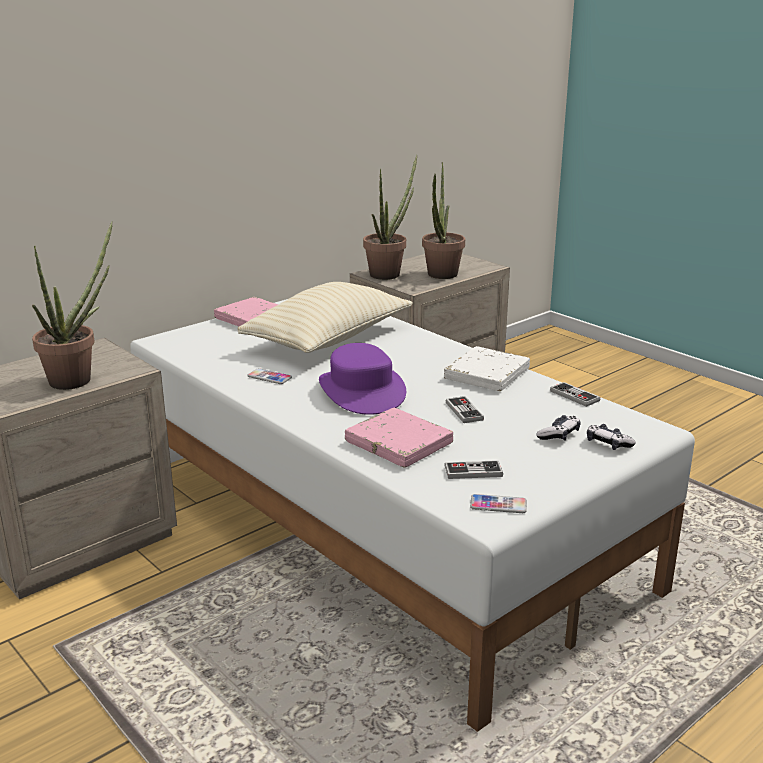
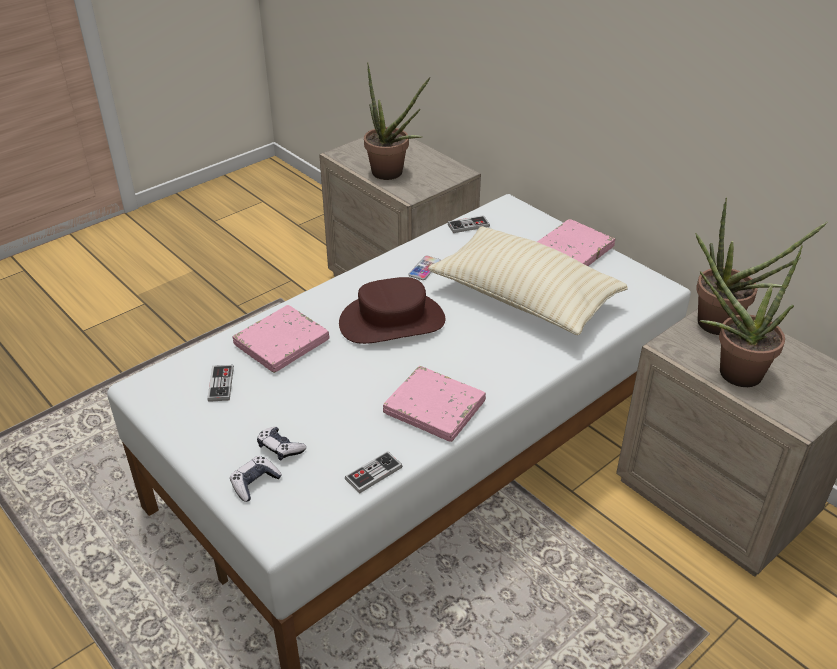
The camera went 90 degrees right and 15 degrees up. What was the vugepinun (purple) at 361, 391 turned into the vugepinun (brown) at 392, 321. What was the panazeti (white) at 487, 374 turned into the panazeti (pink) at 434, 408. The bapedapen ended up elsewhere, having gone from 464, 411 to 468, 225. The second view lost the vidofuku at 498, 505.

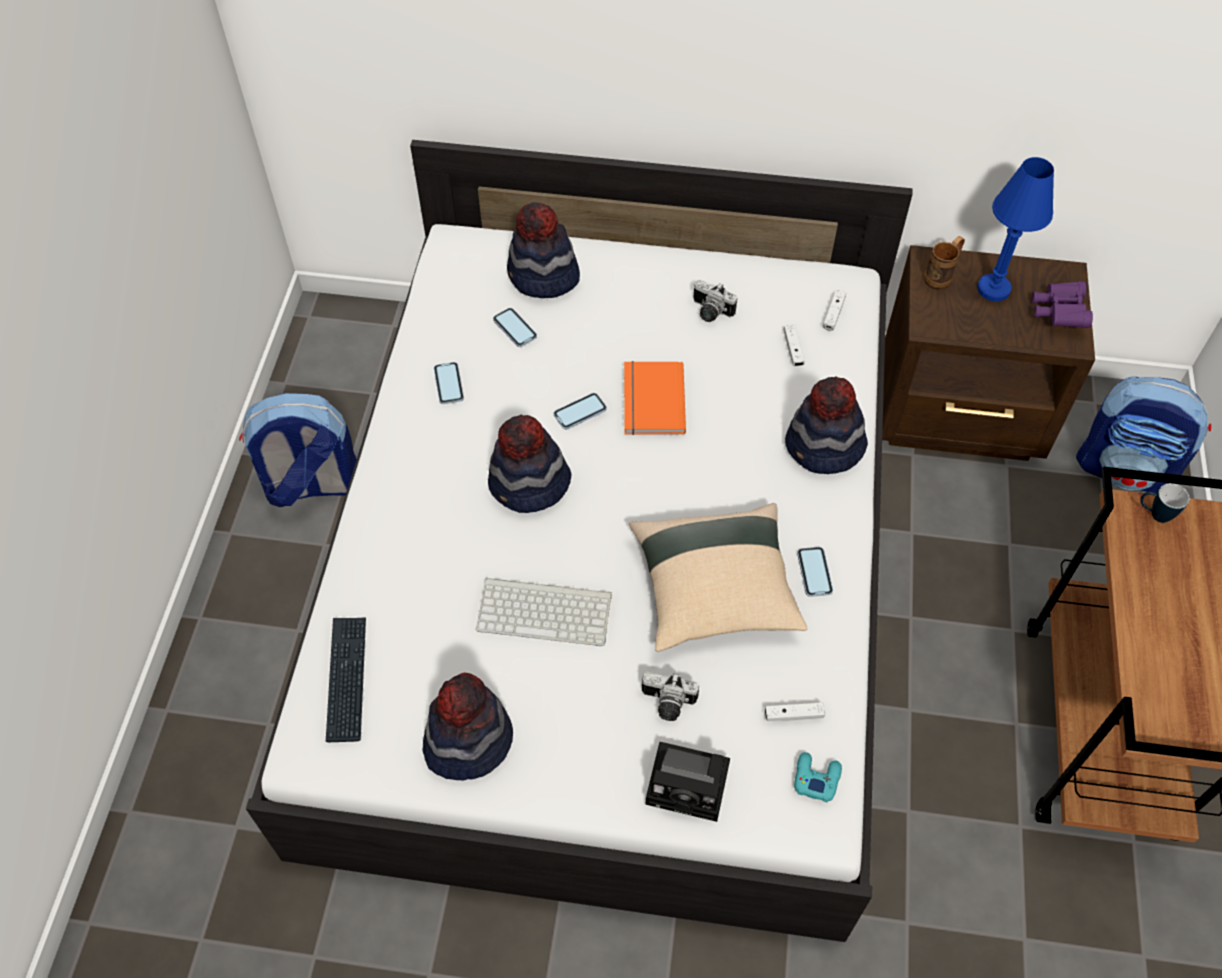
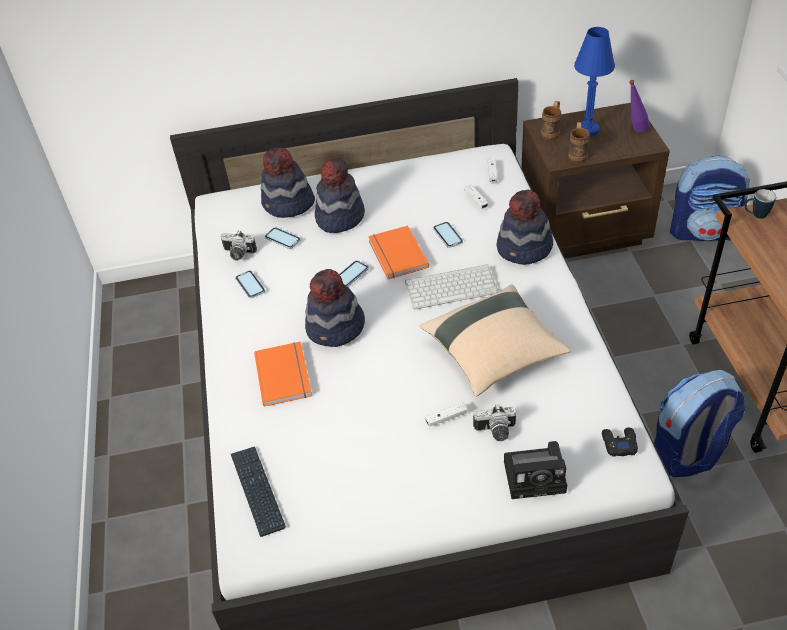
The camera went 15 degrees left and 10 degrees down. The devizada ended up elsewhere, having gone from 710, 312 to 238, 254. The second view gained the panazeti (orange) at 285, 375. The vugepinun ended up elsewhere, having gone from 468, 741 to 339, 217. The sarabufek ended up elsewhere, having gone from 546, 610 to 452, 286. The bapedapen (white) ended up elsewhere, having gone from 793, 715 to 446, 418. The vidofuku ended up elsewhere, having gone from 814, 572 to 448, 235. The second view gained the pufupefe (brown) at 577, 154. What was the bapedapen (turquoise) at 816, 778 turned into the bapedapen (black) at 618, 443. Where the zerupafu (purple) stood at 1058, 313, the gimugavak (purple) came to stand at 634, 132. The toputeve ended up elsewhere, having gone from 311, 485 to 688, 454.

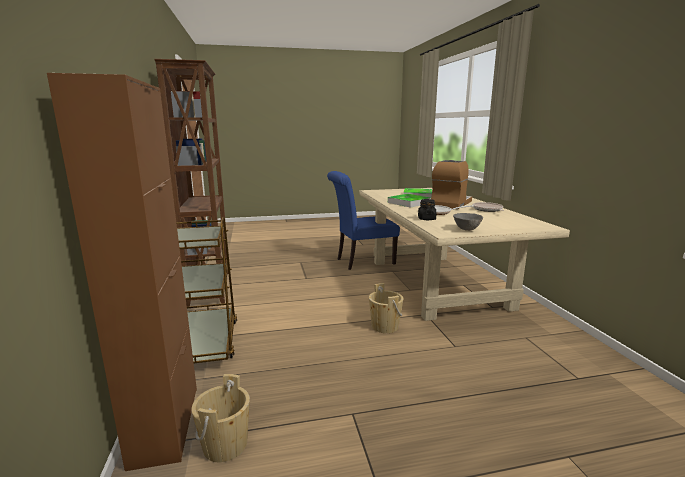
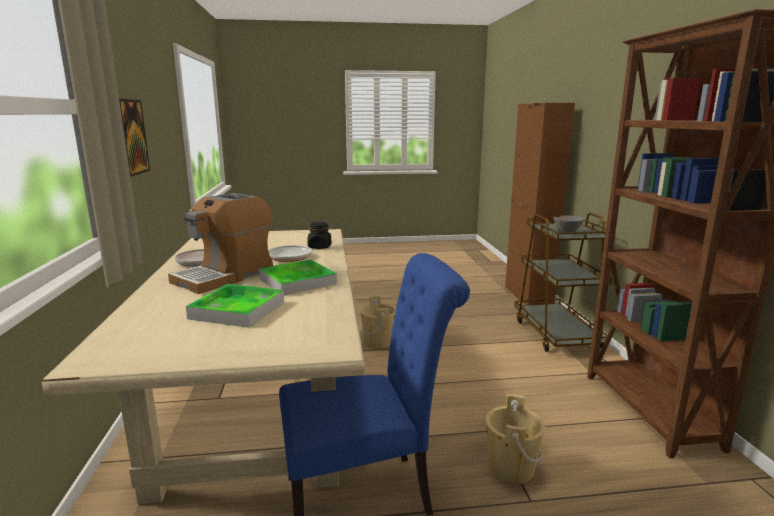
The camera went 175 degrees left and 0 degrees up. The second view gained the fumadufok at 130, 137. The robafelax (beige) ended up elsewhere, having gone from 225, 445 to 511, 468. The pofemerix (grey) ended up elsewhere, having gone from 467, 230 to 567, 232.

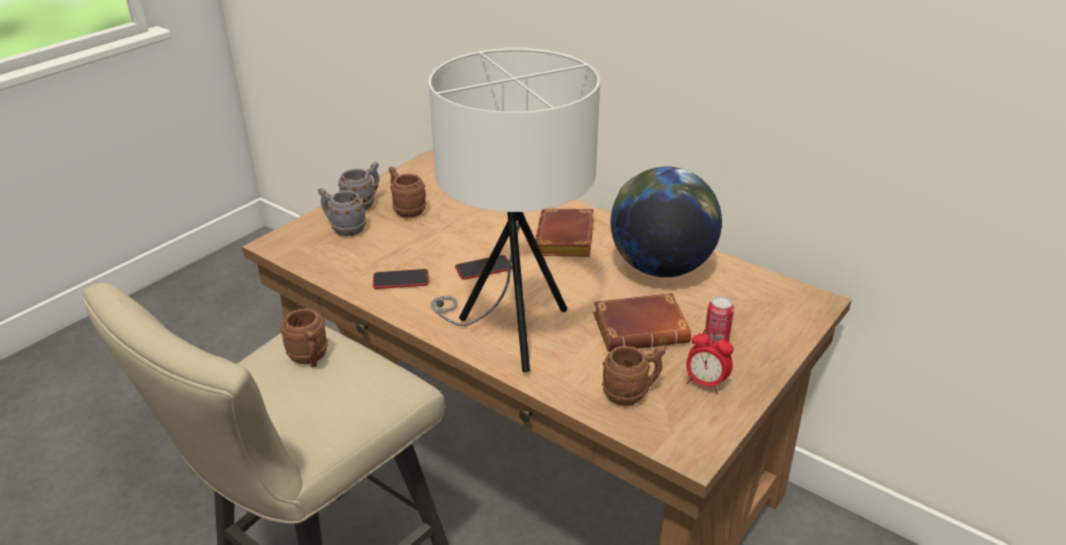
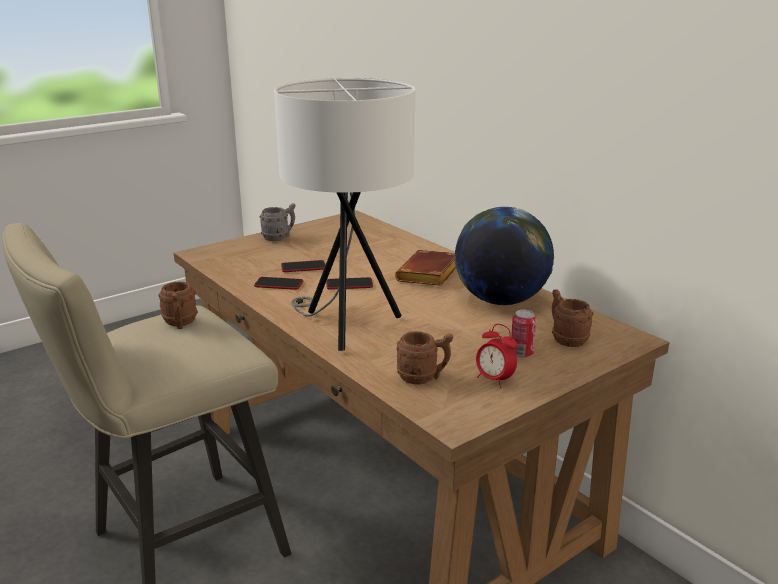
The camera went 15 degrees right and 10 degrees down. The second view gained the vidofuku at 303, 267. The pufupefe (brown) ended up elsewhere, having gone from 406, 210 to 565, 338. The second view lost the pufupefe (grey) at 344, 229. The second view lost the panazeti (brown) at 642, 328.

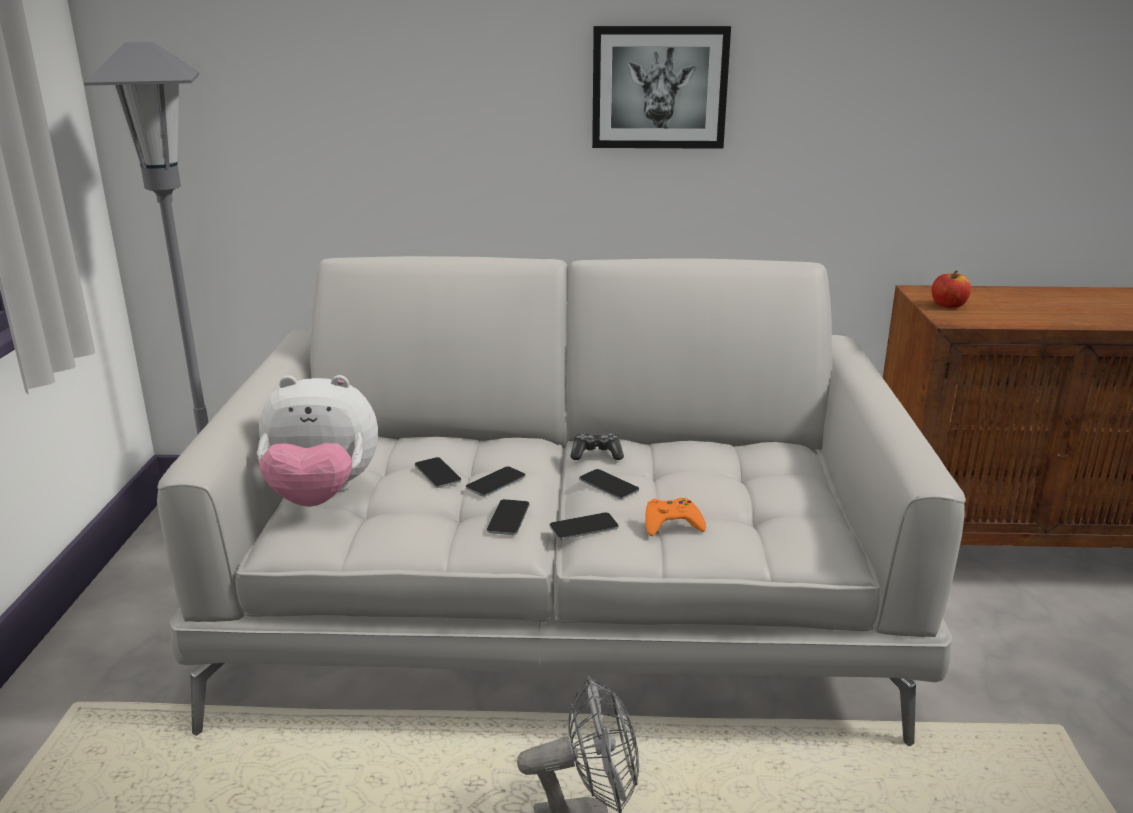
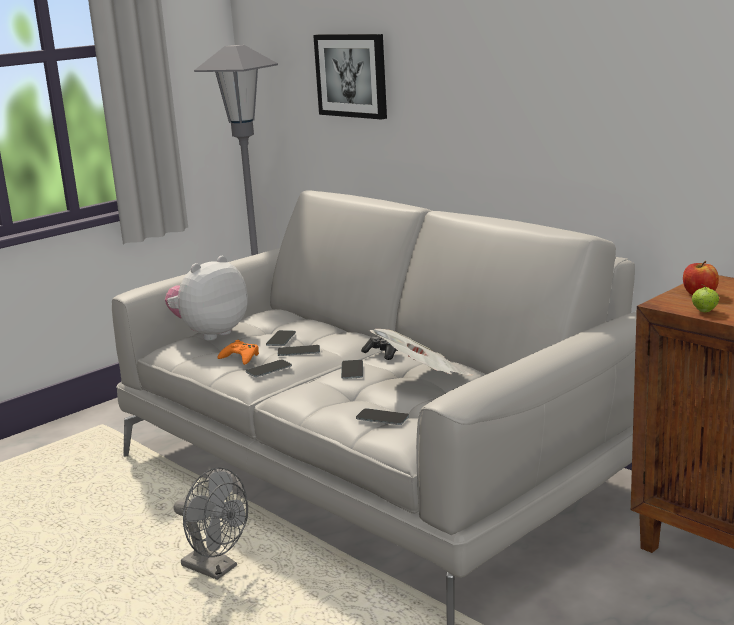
The camera went 45 degrees right and 5 degrees down. The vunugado at 321, 496 ended up facing another way, 90 degrees clockwise from before. The bapedapen (orange) ended up elsewhere, having gone from 672, 523 to 240, 357. The fumadufok ended up elsewhere, having gone from 659, 87 to 352, 75. The vidofuku ended up elsewhere, having gone from 584, 527 to 382, 417. The second view gained the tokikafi at 422, 377. The second view gained the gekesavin at 704, 311.

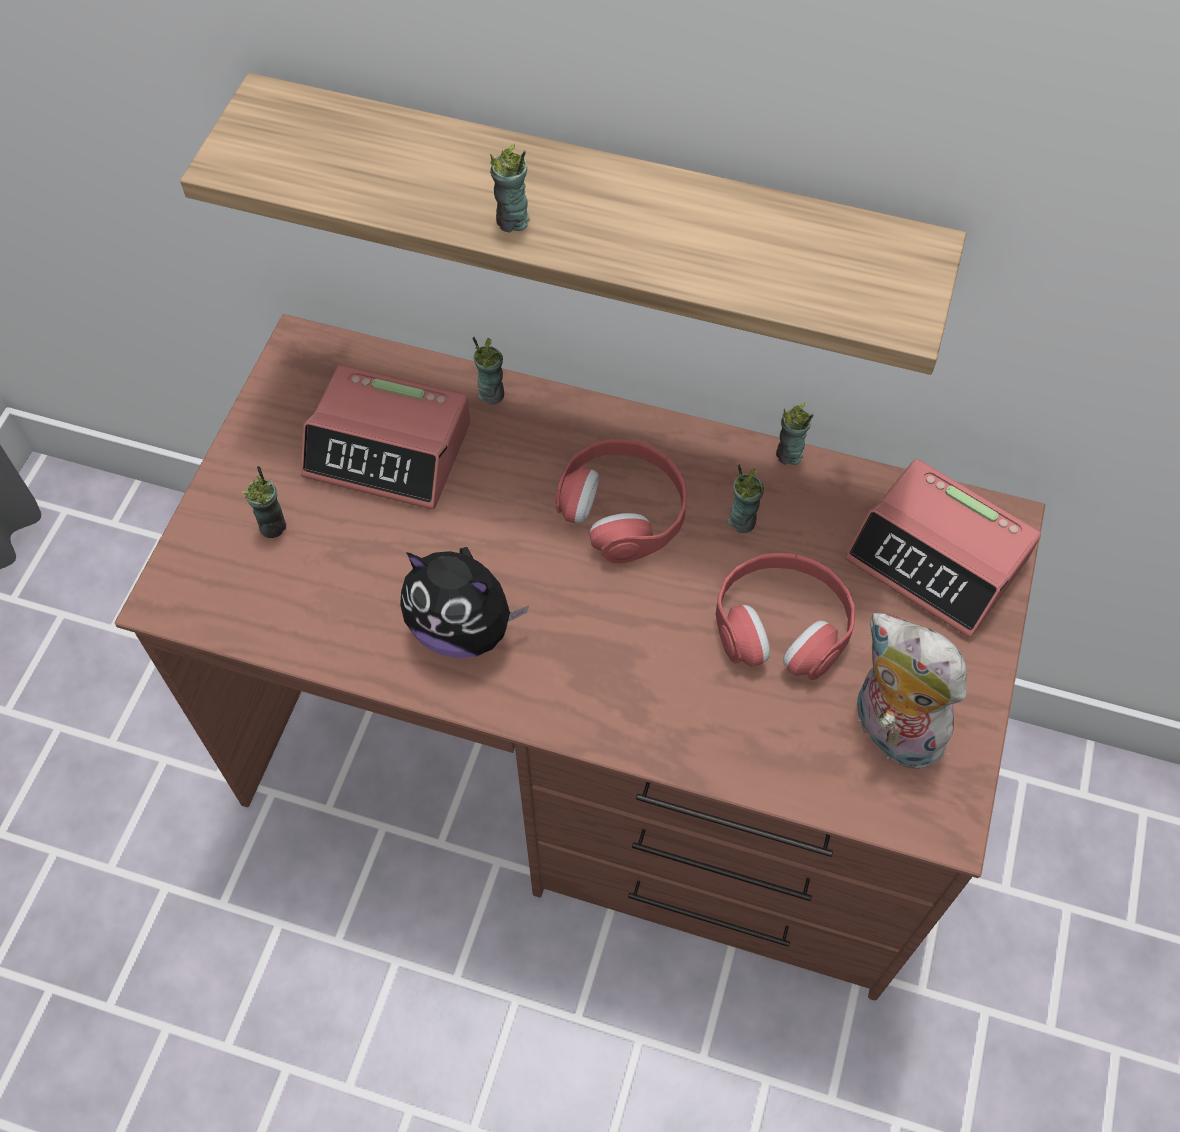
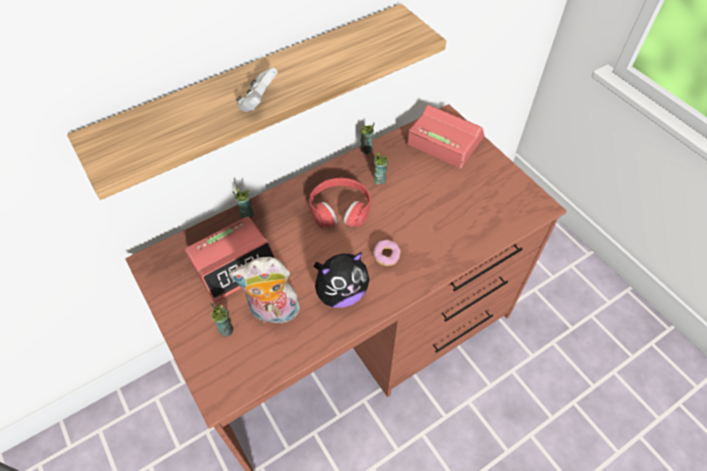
The camera went 50 degrees left and 5 degrees down. The vunugado ended up elsewhere, having gone from 890, 730 to 273, 313. Where the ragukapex stood at 512, 221, the bapedapen (white) came to stand at 258, 102. The second view gained the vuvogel at 386, 256. The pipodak at 938, 559 ended up facing another way, 135 degrees counterclockwise from before. The second view lost the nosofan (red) at 782, 624.

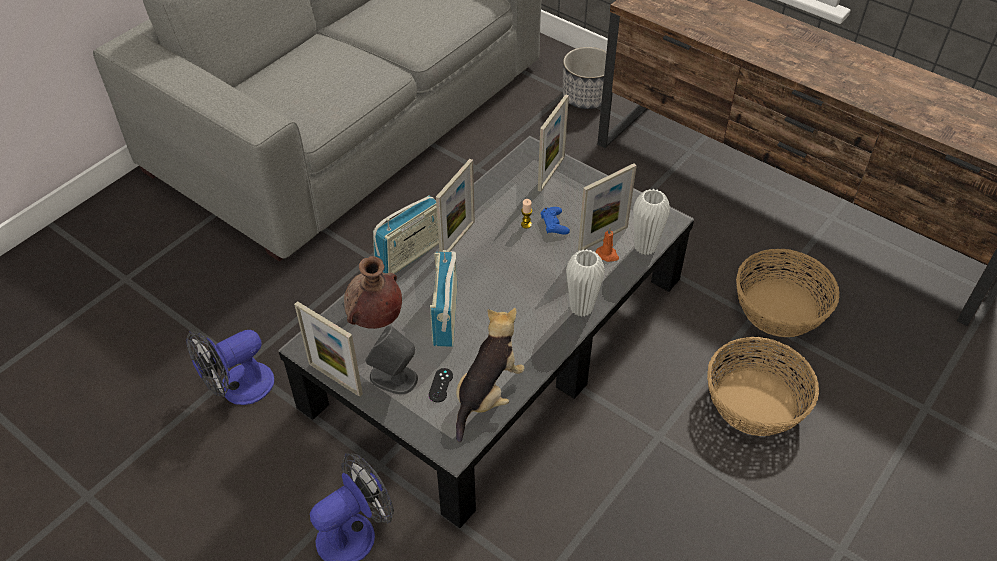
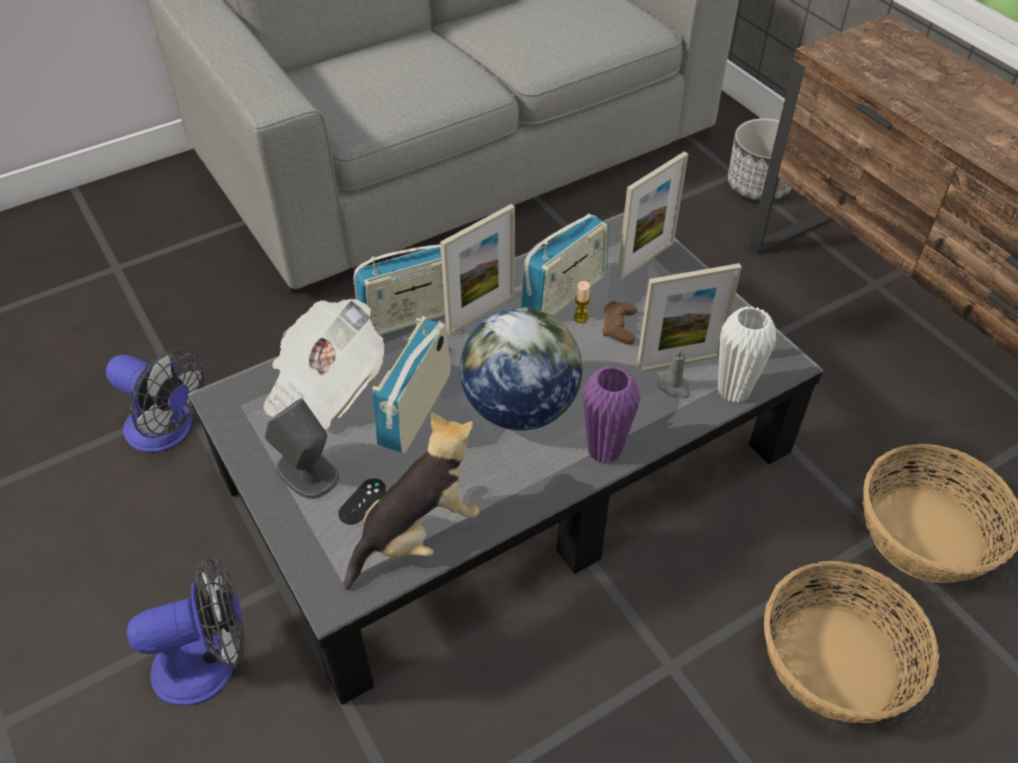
The camera went 20 degrees right and 0 degrees up. The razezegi at 238, 388 ended up facing another way, 135 degrees counterclockwise from before. Where the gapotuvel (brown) stood at 375, 318, the tokikafi came to stand at 325, 387. The second view gained the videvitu at 520, 408. The second view gained the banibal at 564, 295. What was the gapotuvel (white) at 581, 308 turned into the gapotuvel (purple) at 604, 451. What was the bapedapen (blue) at 554, 224 turned into the bapedapen (brown) at 619, 327. What was the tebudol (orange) at 607, 255 turned into the tebudol (grey) at 674, 387. The second view lost the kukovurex at 335, 378.

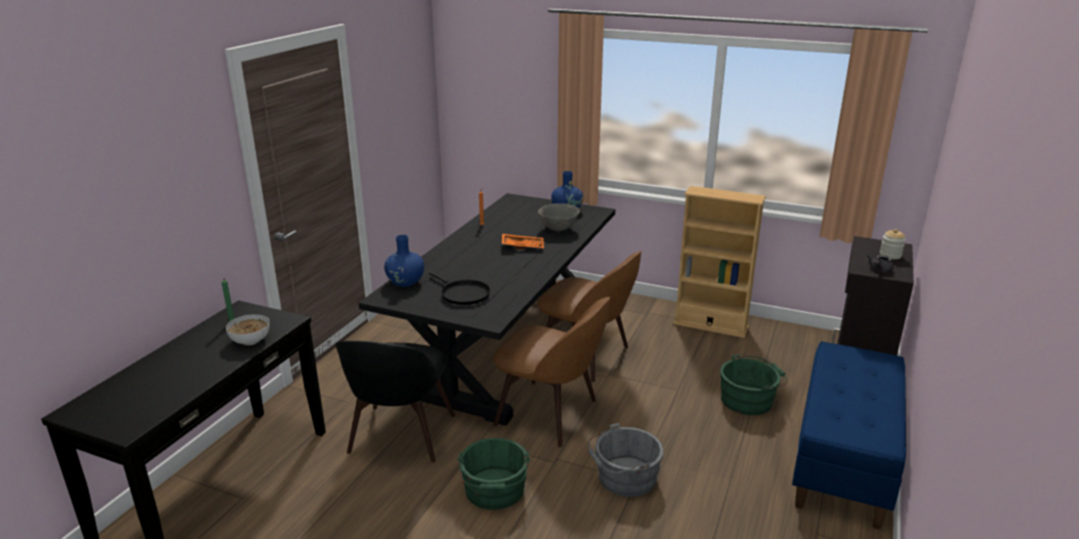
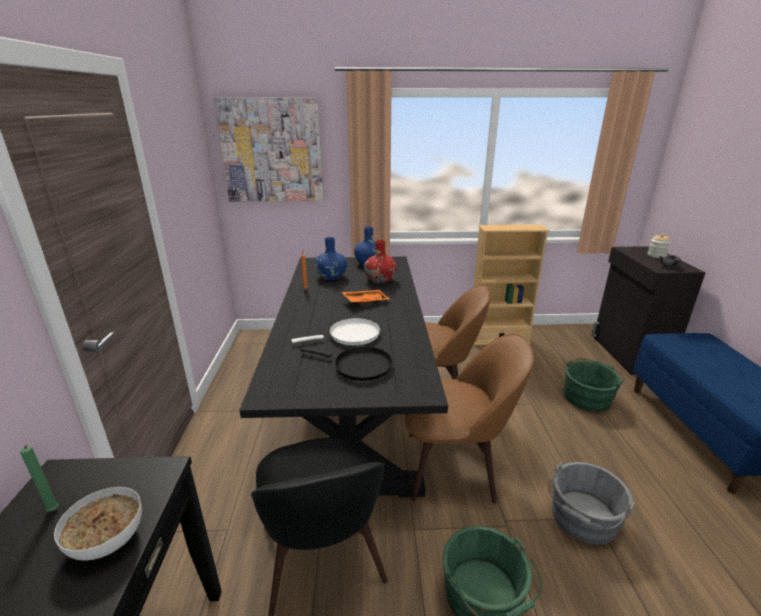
The camera went 25 degrees left and 0 degrees up. The second view gained the fumadufok at 272, 151. The second view gained the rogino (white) at 350, 335. The gapotuvel (blue) ended up elsewhere, having gone from 405, 282 to 331, 277. Where the pofemerix (grey) stood at 559, 229, the gapotuvel (red) came to stand at 380, 280.

